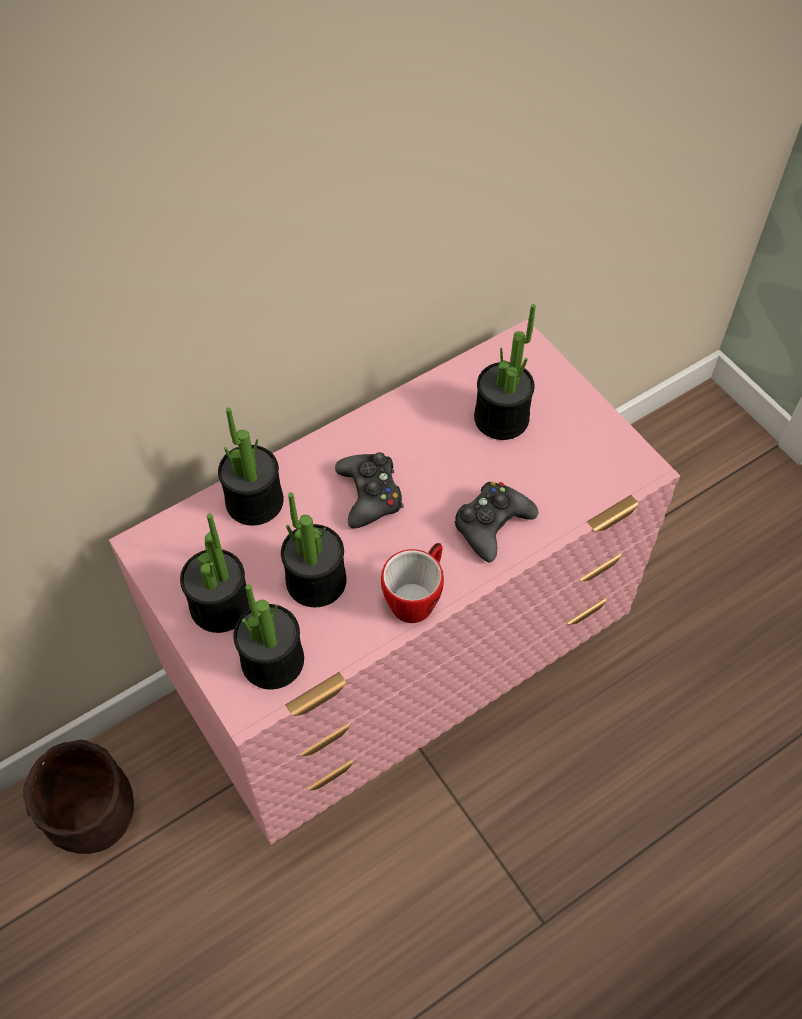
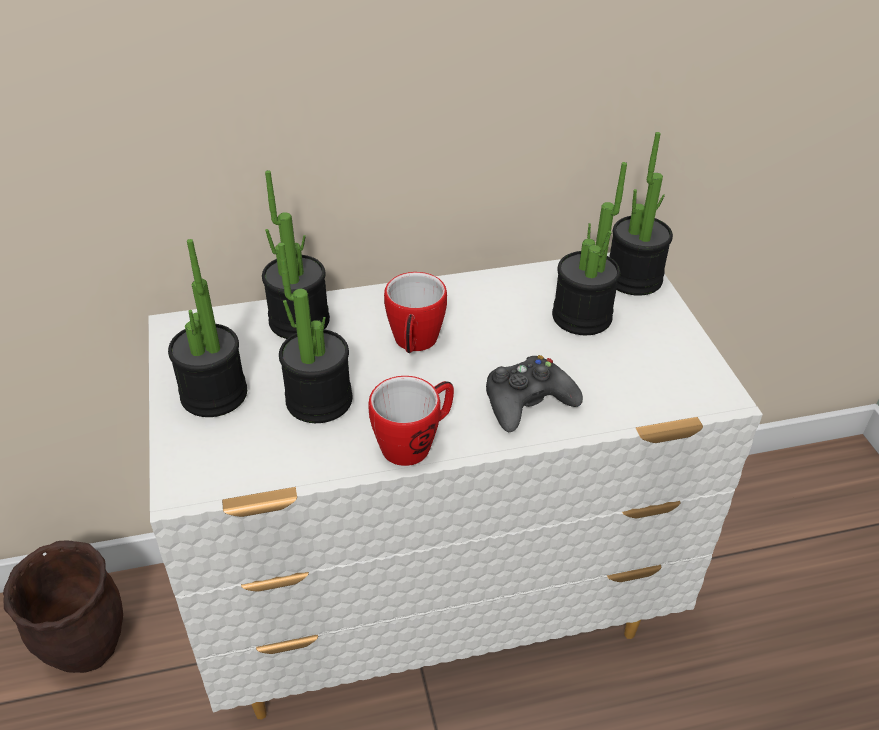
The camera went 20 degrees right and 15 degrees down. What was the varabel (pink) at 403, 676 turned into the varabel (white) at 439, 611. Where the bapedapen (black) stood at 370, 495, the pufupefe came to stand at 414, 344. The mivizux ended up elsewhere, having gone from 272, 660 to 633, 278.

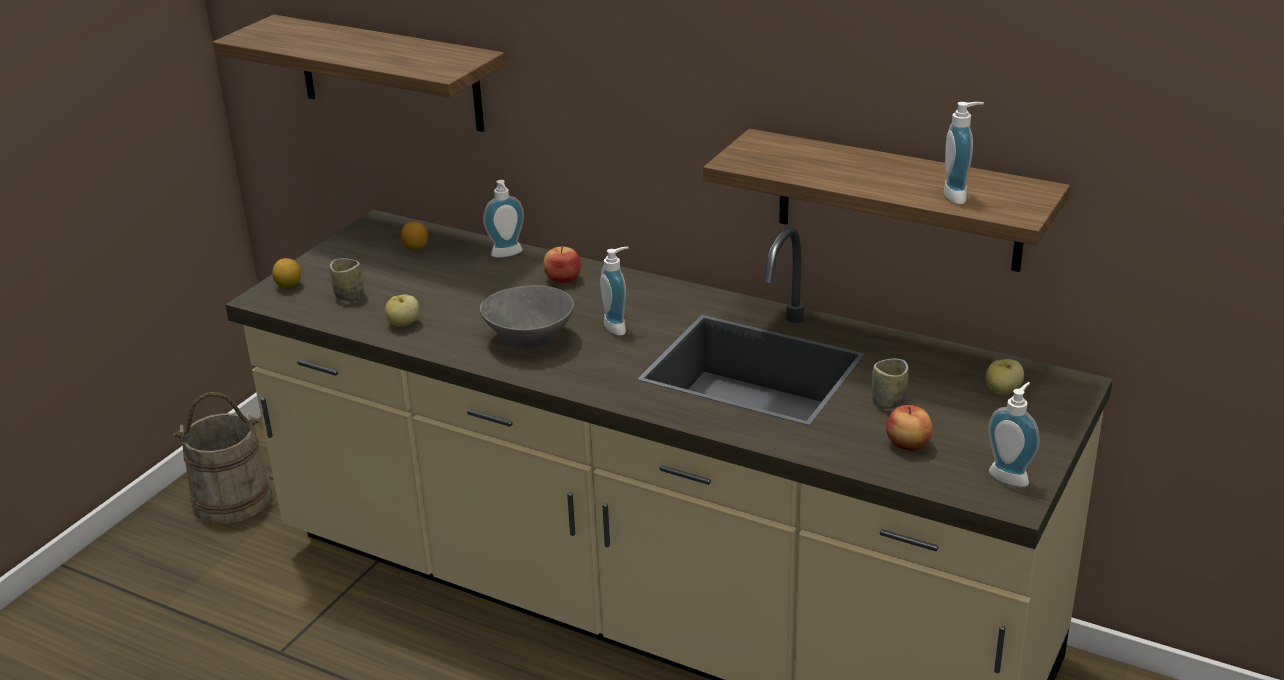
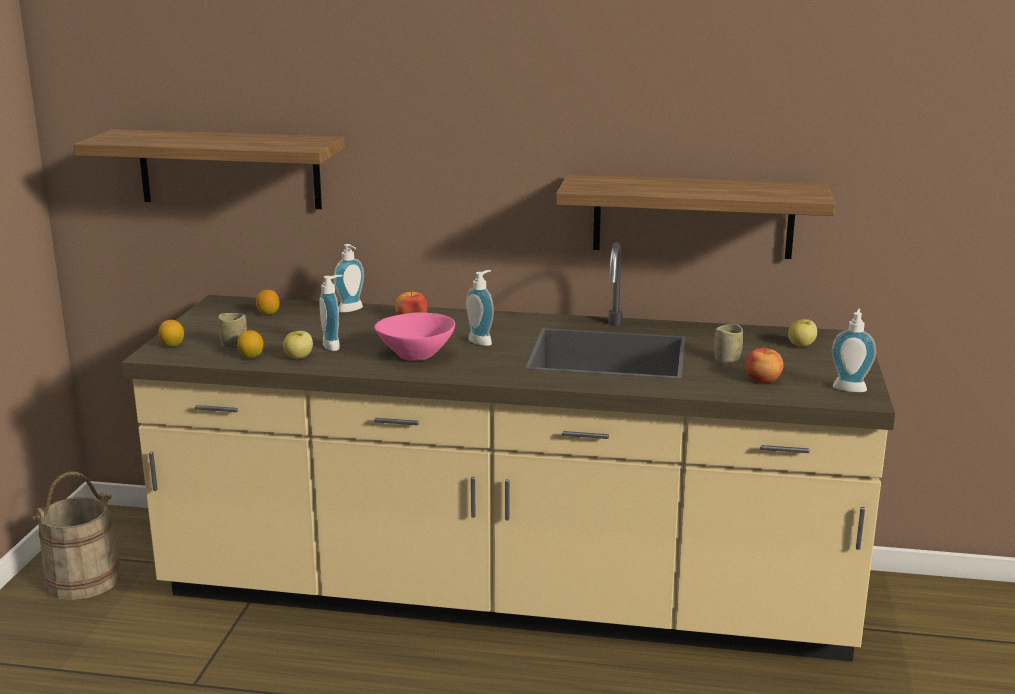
The camera went 20 degrees left and 10 degrees down. The second view gained the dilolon at 251, 356. The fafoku ended up elsewhere, having gone from 959, 195 to 334, 345. What was the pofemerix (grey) at 529, 339 turned into the pofemerix (pink) at 415, 355.

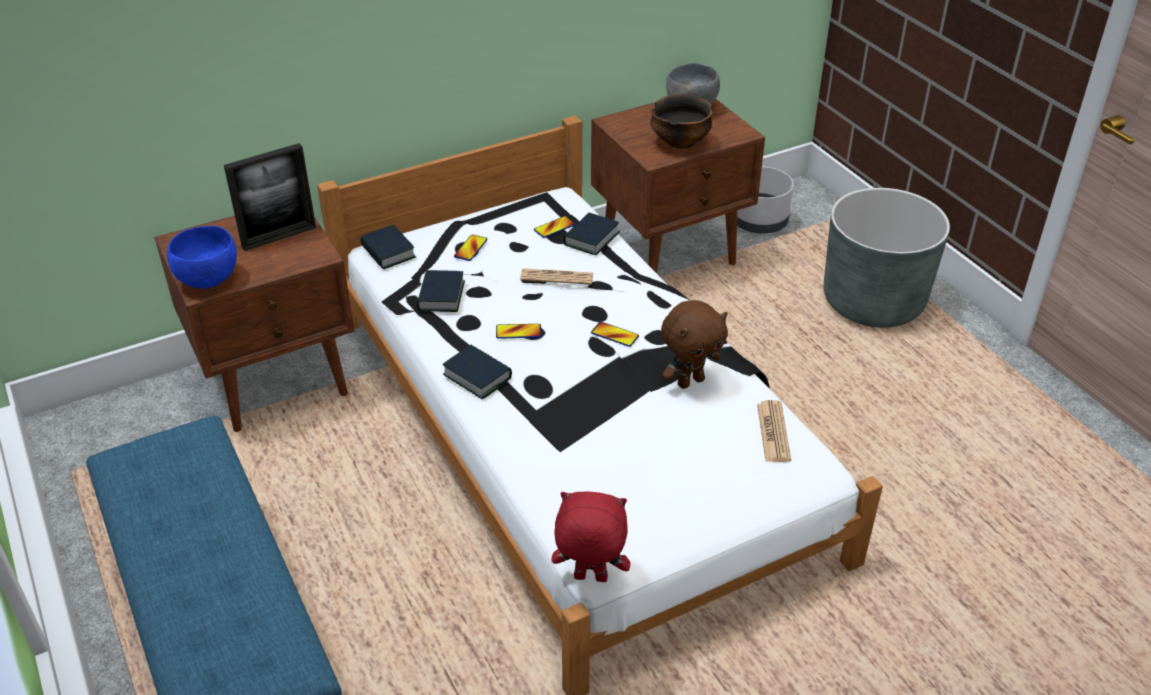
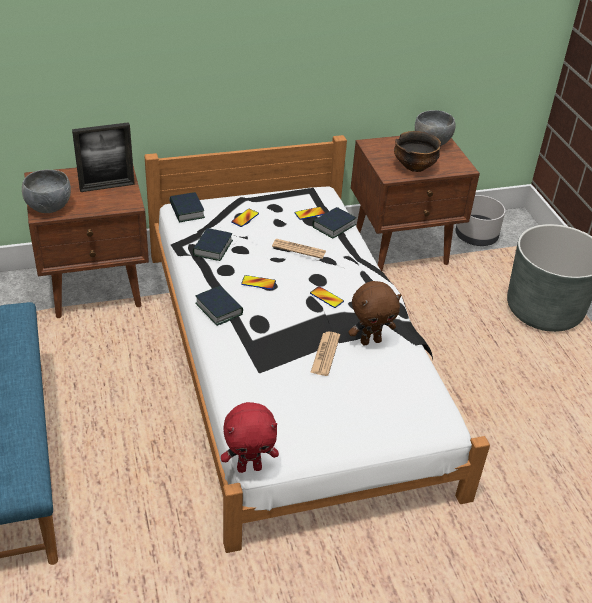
The camera went 10 degrees right and 0 degrees up. What was the pofemerix (blue) at 207, 280 turned into the pofemerix (grey) at 48, 207. The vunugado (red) at 589, 579 ended up facing another way, 150 degrees clockwise from before. The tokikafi ended up elsewhere, having gone from 773, 432 to 325, 354.

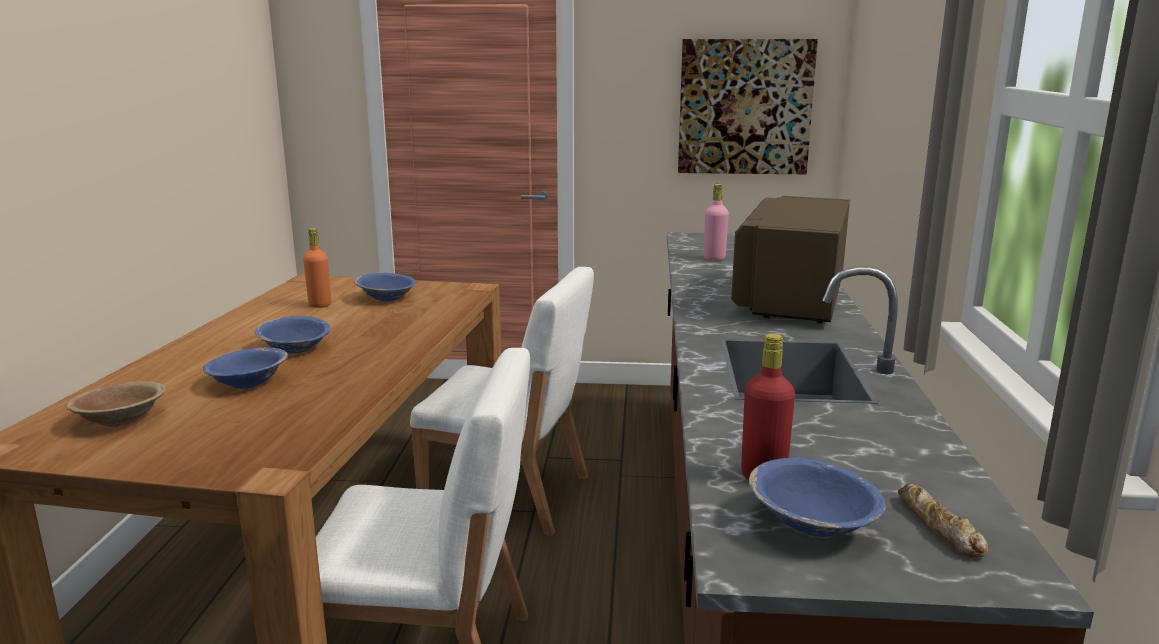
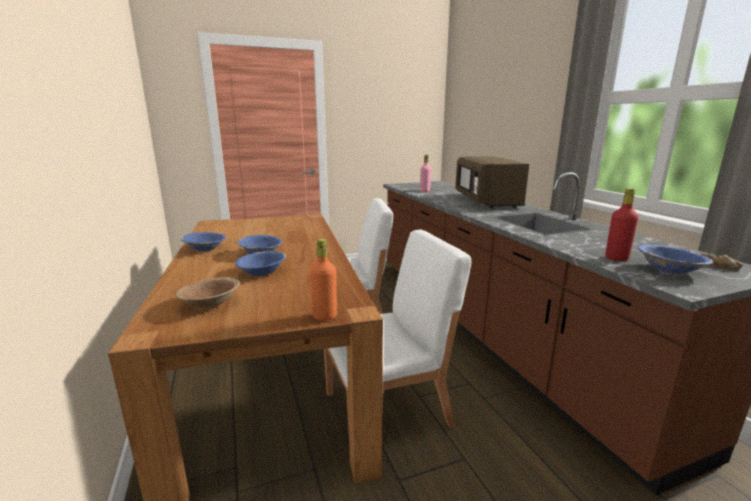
The camera went 25 degrees left and 0 degrees up. The pofemerix (blue) ended up elsewhere, having gone from 386, 298 to 205, 249. The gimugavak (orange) ended up elsewhere, having gone from 320, 305 to 324, 316. The second view lost the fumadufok at 745, 107.

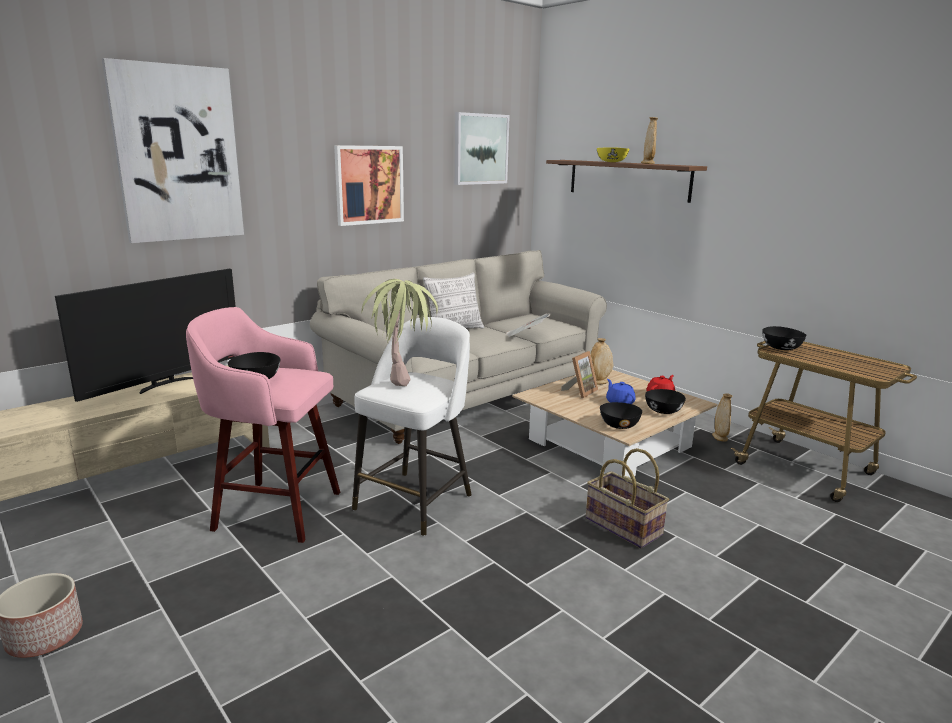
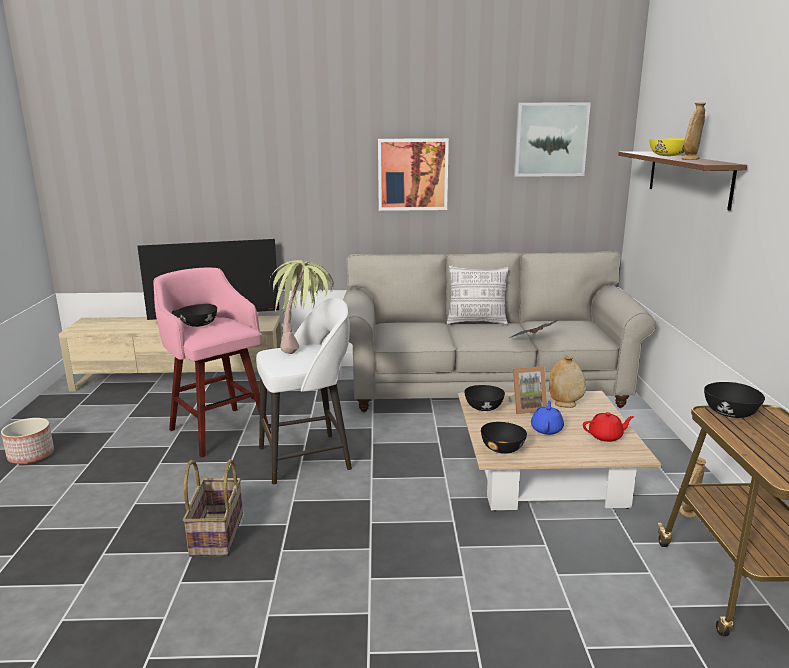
The camera went 40 degrees right and 0 degrees up. The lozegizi ended up elsewhere, having gone from 622, 527 to 216, 534. The pofemerix (black) ended up elsewhere, having gone from 663, 411 to 483, 407. The second view lost the fumadufok at 178, 154.

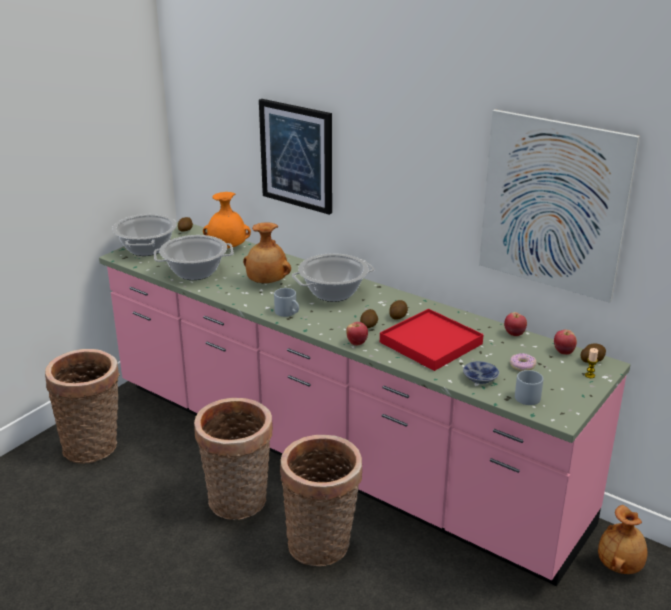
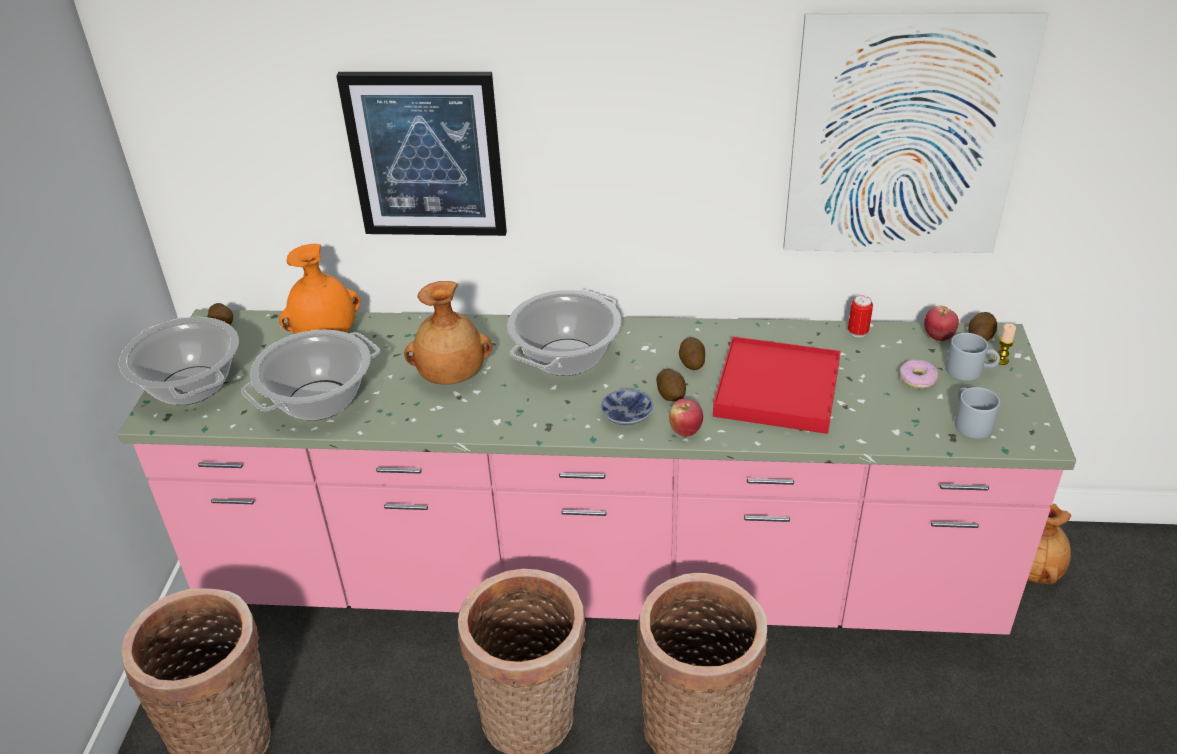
The camera went 30 degrees left and 10 degrees up. The pofemerix ended up elsewhere, having gone from 480, 379 to 628, 416. Where the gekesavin stood at 514, 334, the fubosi came to stand at 857, 332. The pufupefe (grey) ended up elsewhere, having gone from 288, 312 to 970, 370.

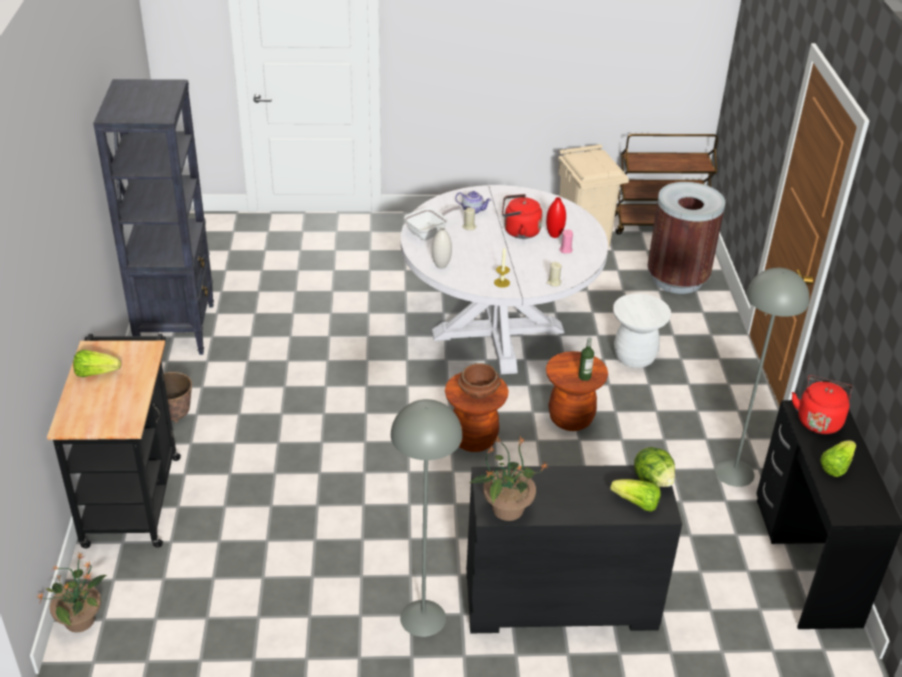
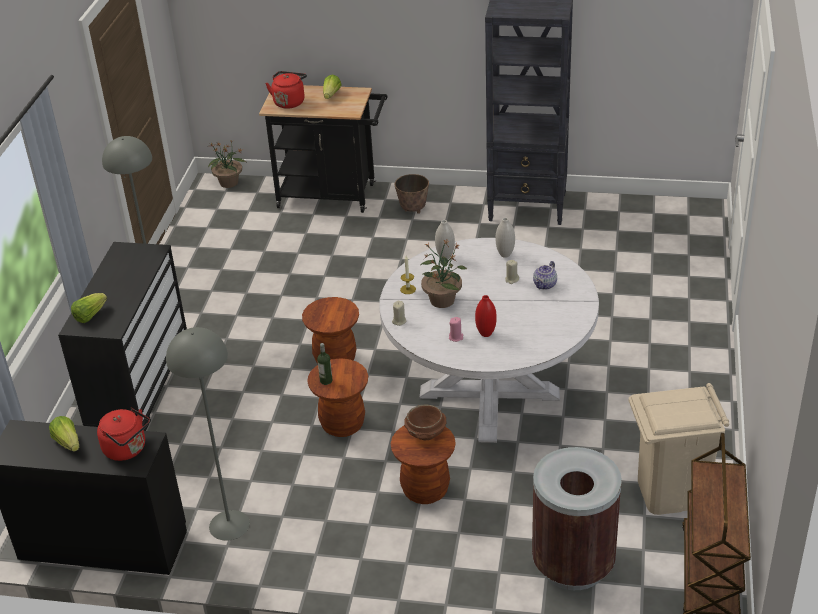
The camera went 105 degrees right and 0 degrees up. The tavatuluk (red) ended up elsewhere, having gone from 519, 232 to 289, 102. What was the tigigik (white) at 634, 357 turned into the tigigik (brown) at 425, 490. The pofemerix (brown) ended up elsewhere, having gone from 479, 392 to 426, 434. The mivizux ended up elsewhere, having gone from 506, 509 to 442, 300. Where the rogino stood at 429, 233, the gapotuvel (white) came to stand at 505, 254. The second view lost the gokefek at 653, 480.

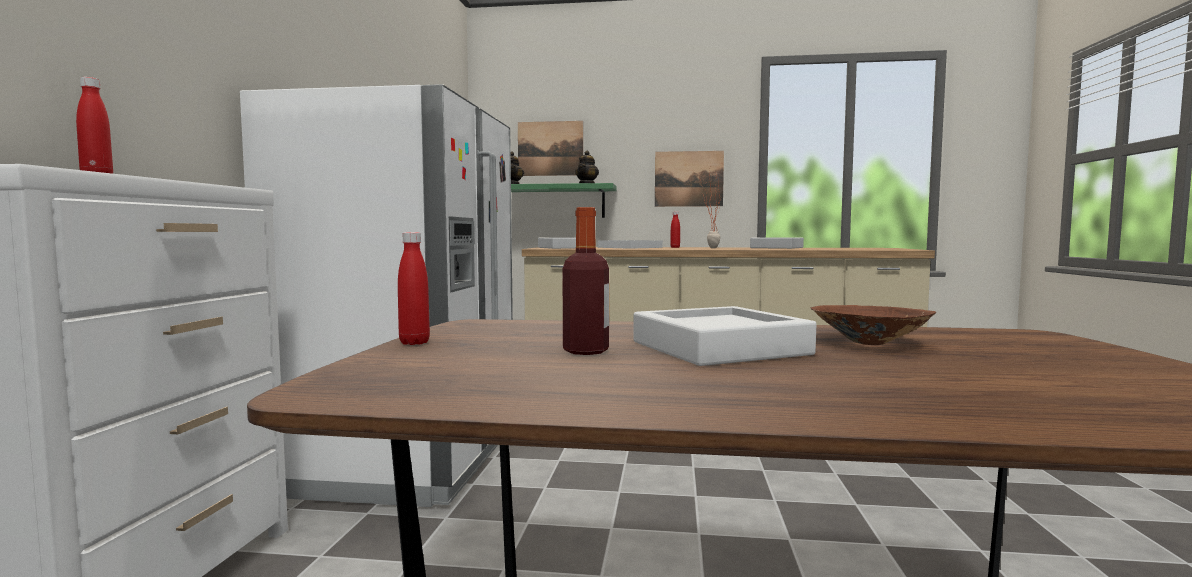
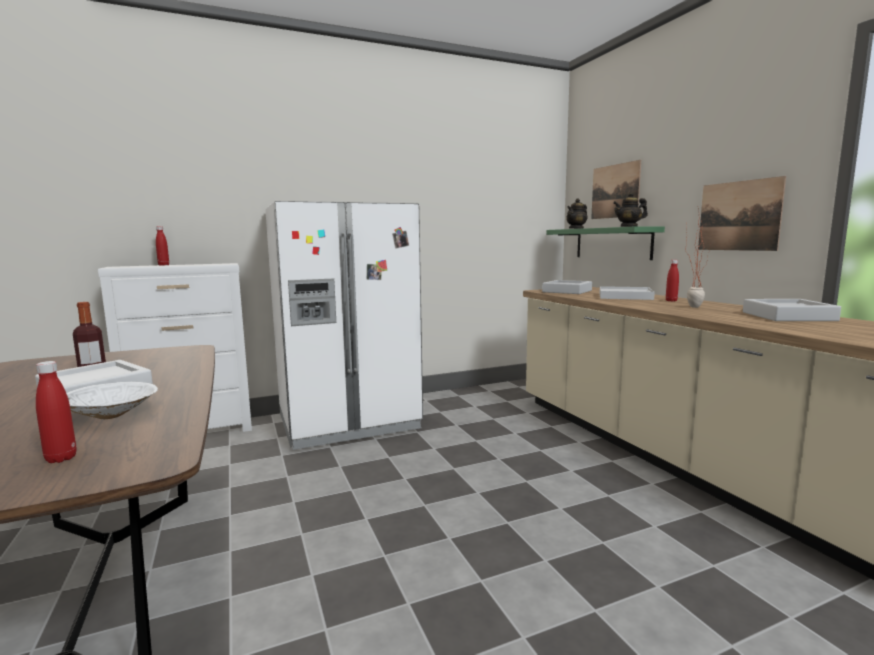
The camera went 60 degrees right and 5 degrees up. The gimugavak (red) ended up elsewhere, having gone from 414, 343 to 61, 458. What was the pofemerix (brown) at 869, 342 turned into the pofemerix (white) at 113, 416.

